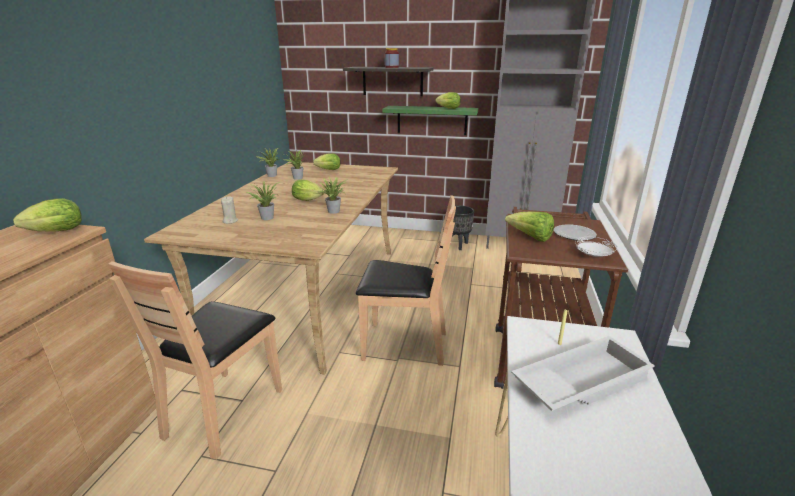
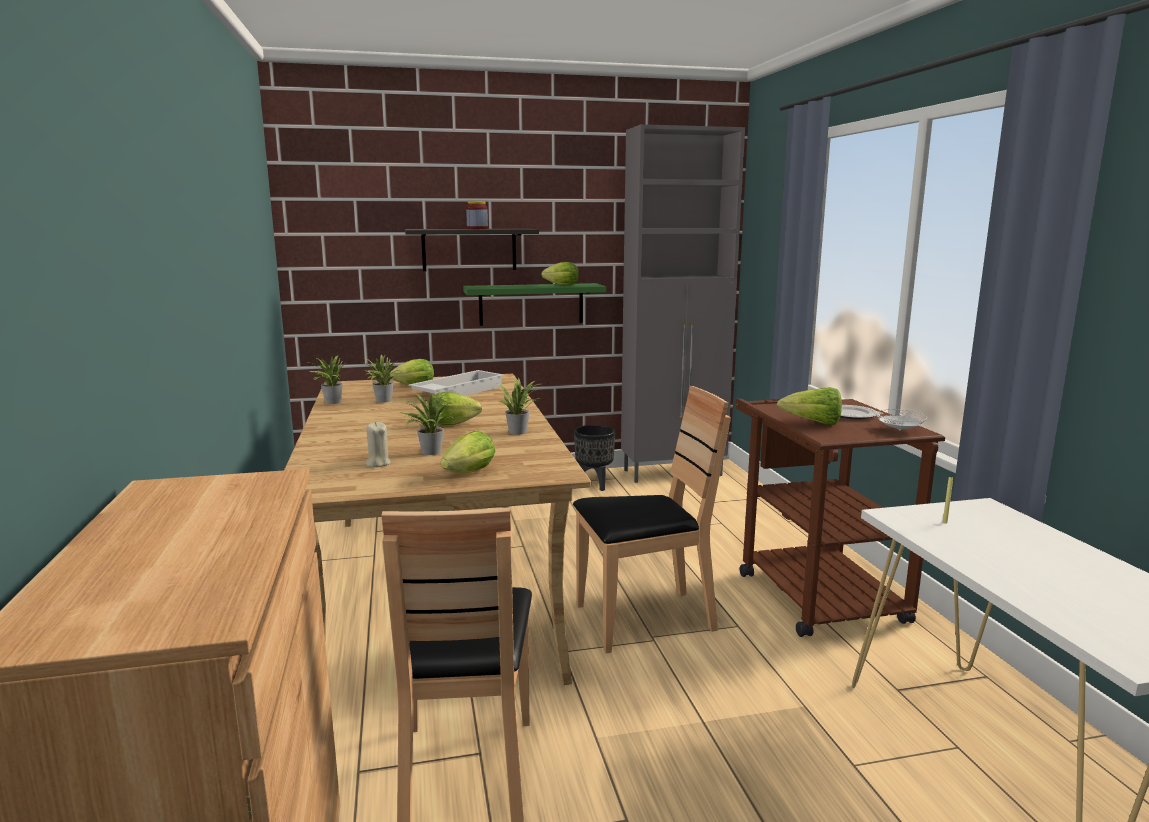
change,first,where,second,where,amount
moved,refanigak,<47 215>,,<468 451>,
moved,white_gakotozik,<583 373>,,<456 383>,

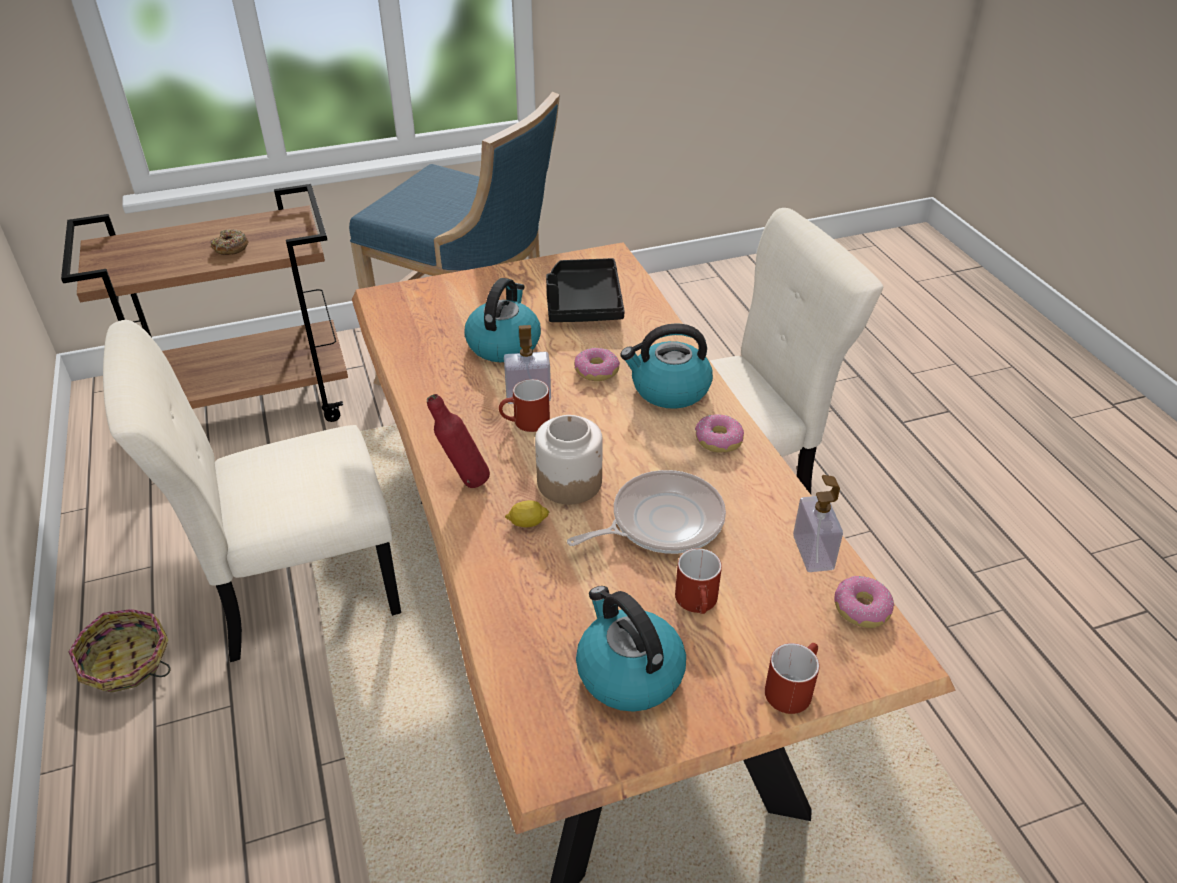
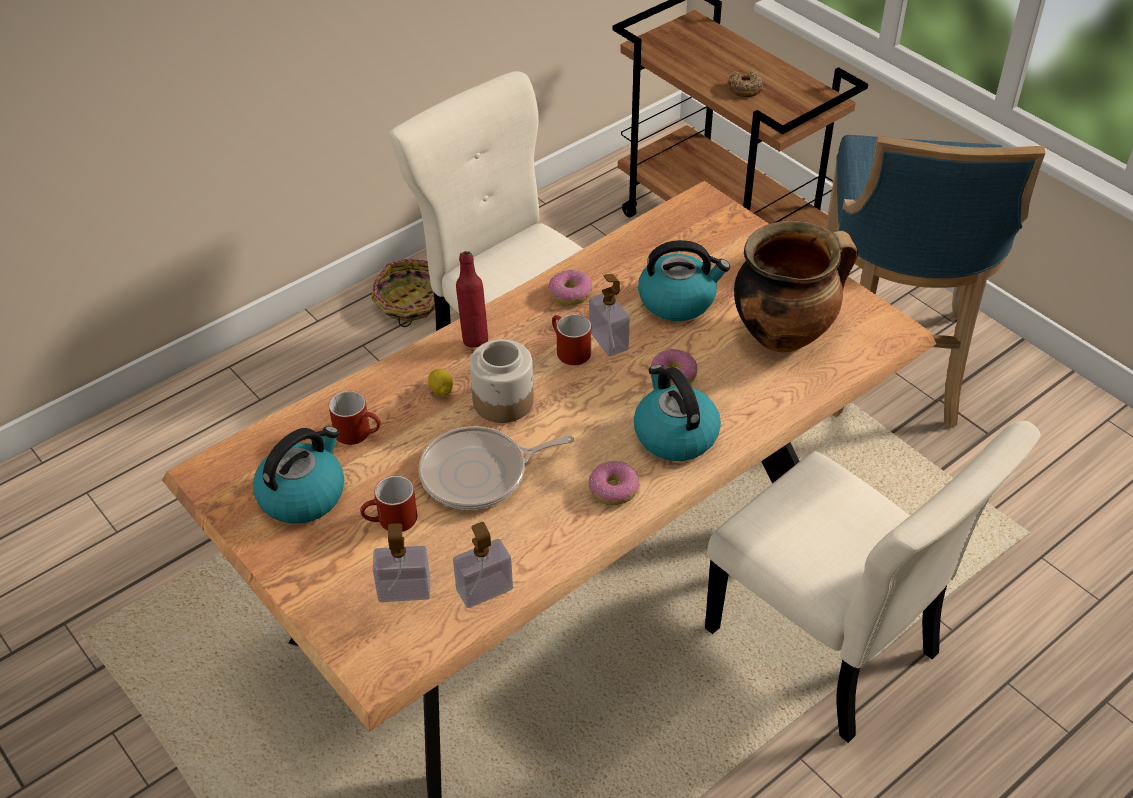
change,first,where,second,where,amount
replaced,black_gakotozik,<585 290>,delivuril,<796 287>,
turned,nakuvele,<646 512>,,<496 468>,120 degrees clockwise
moved,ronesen,<864 602>,,<570 287>,
moved,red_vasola,<792 678>,,<355 418>,
added,,,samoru,<401 562>,

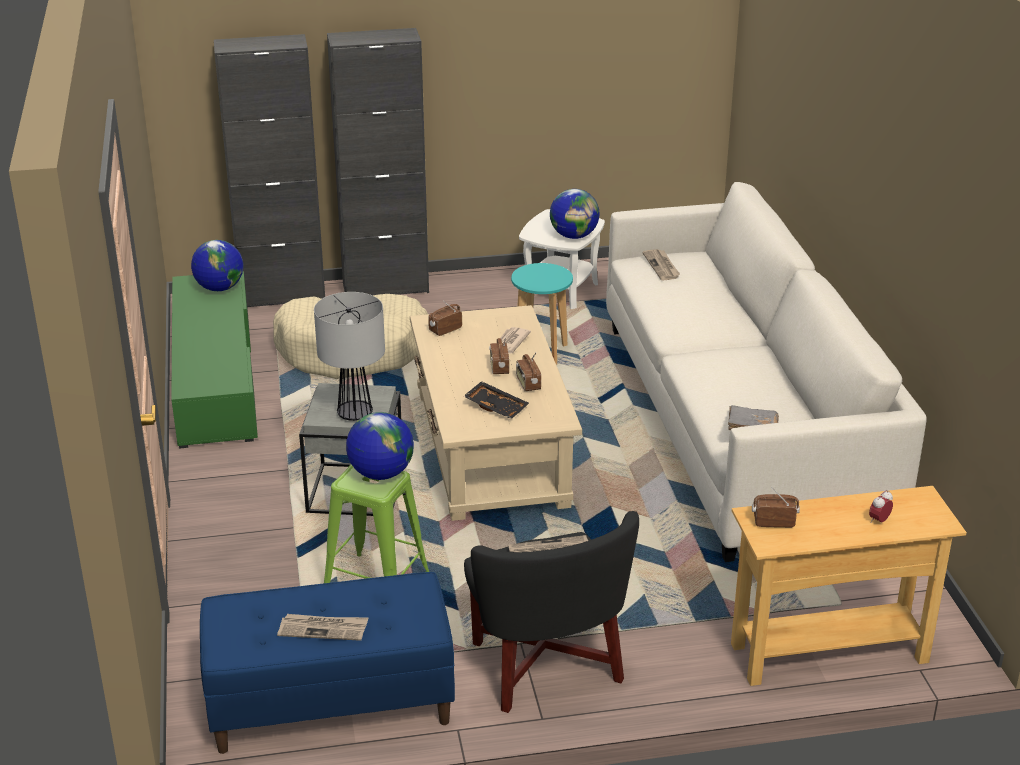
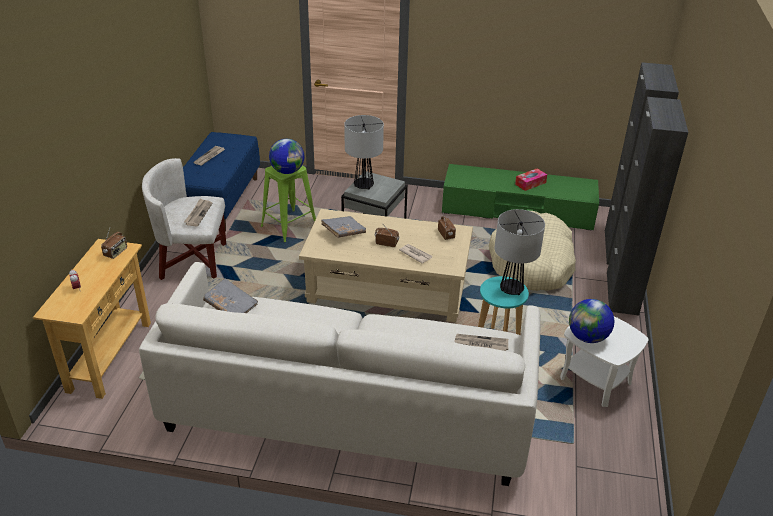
change,first,where,second,where,amount
removed,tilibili,<217 265>,,,
removed,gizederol,<528 372>,,,
replaced,black_gakotozik,<496 400>,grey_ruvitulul,<343 227>,
recoloured,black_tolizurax,<551 612>,white_tolizurax,<184 219>,
added,,,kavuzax,<531 179>,
added,,,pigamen,<519 252>,

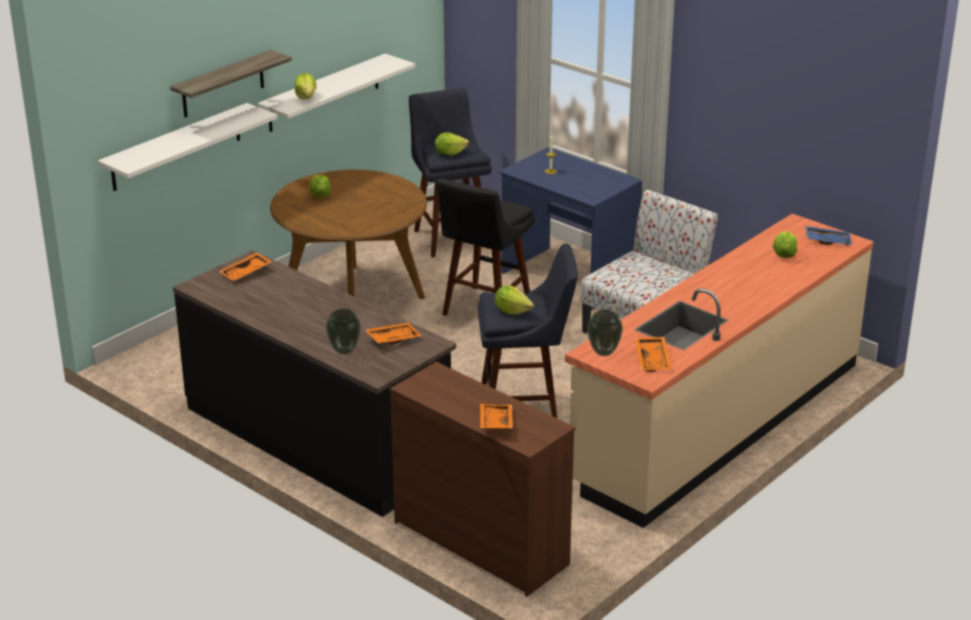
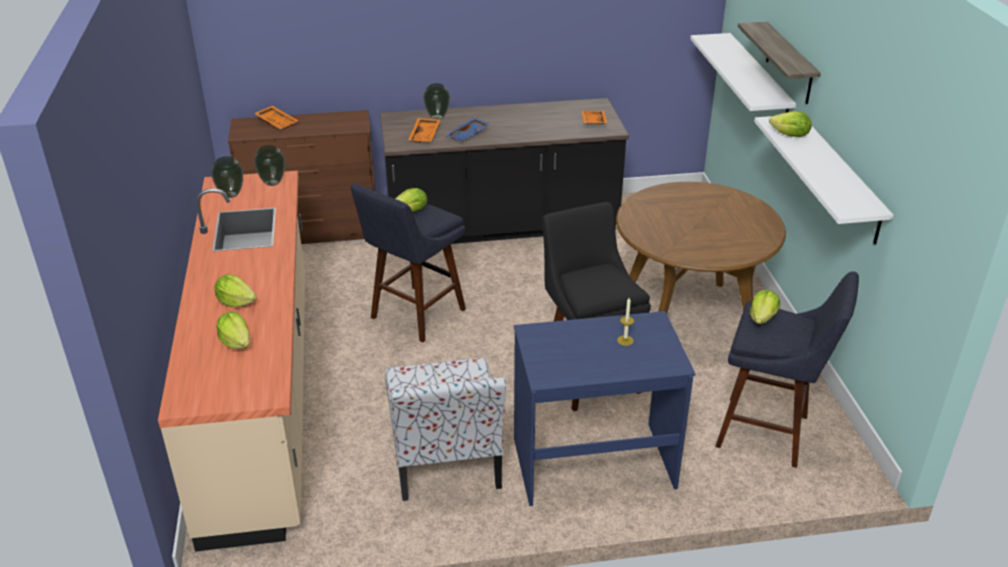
change,first,where,second,where,amount
moved,refanigak,<320 186>,,<236 290>,
moved,blue_gakotozik,<828 236>,,<468 130>,
replaced,orange_gakotozik,<653 354>,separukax,<227 177>,

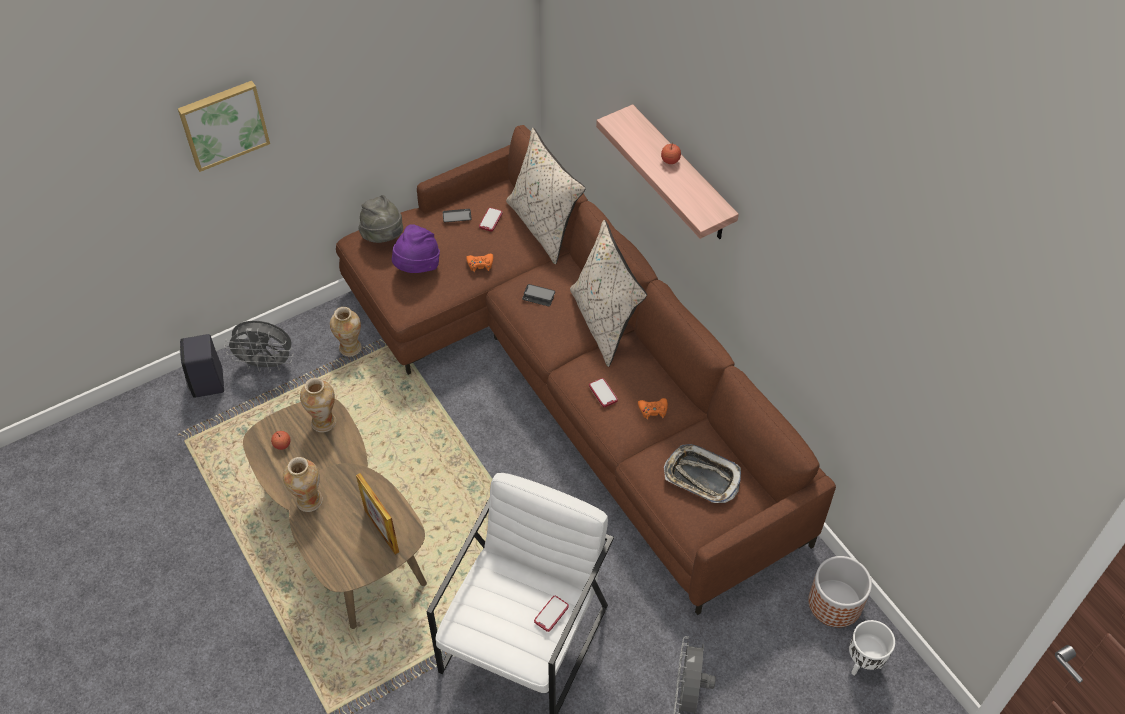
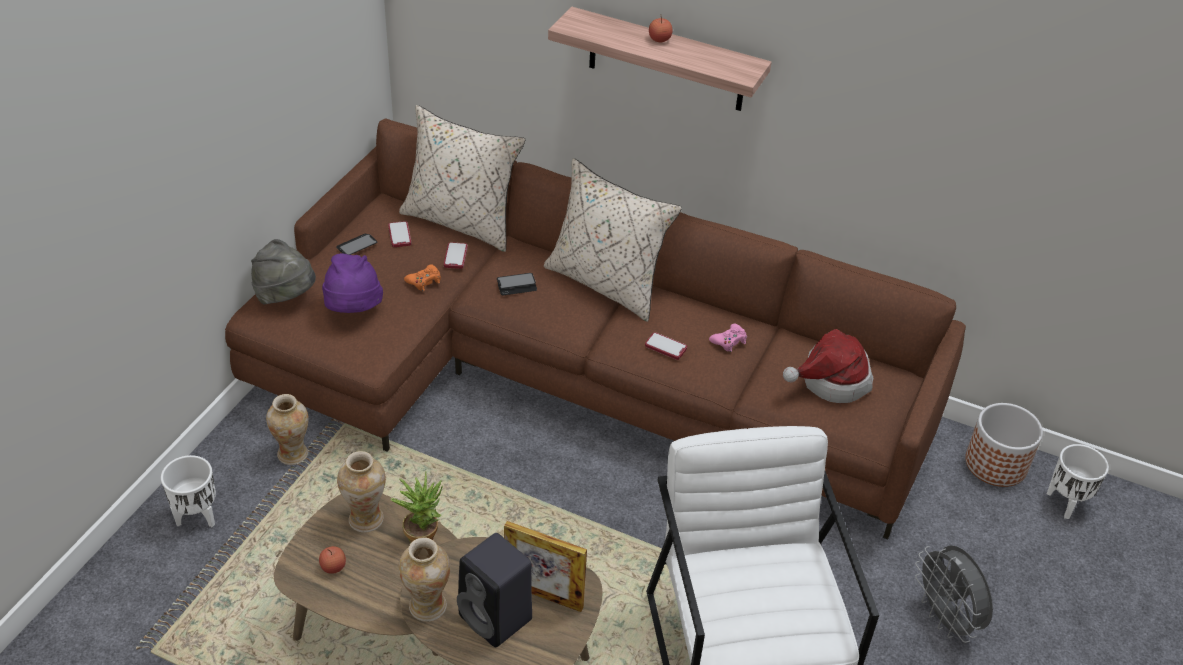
change,first,where,second,where,amount
removed,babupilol,<224 126>,,,
replaced,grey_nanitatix,<259 346>,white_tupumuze,<188 491>,
moved,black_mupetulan,<202 366>,,<494 590>,
recoloured,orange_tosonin,<653 409>,pink_tosonin,<728 338>,
replaced,gakotozik,<702 473>,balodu,<828 366>,
moved,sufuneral,<551 614>,,<456 255>,
added,,,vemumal,<417 507>,

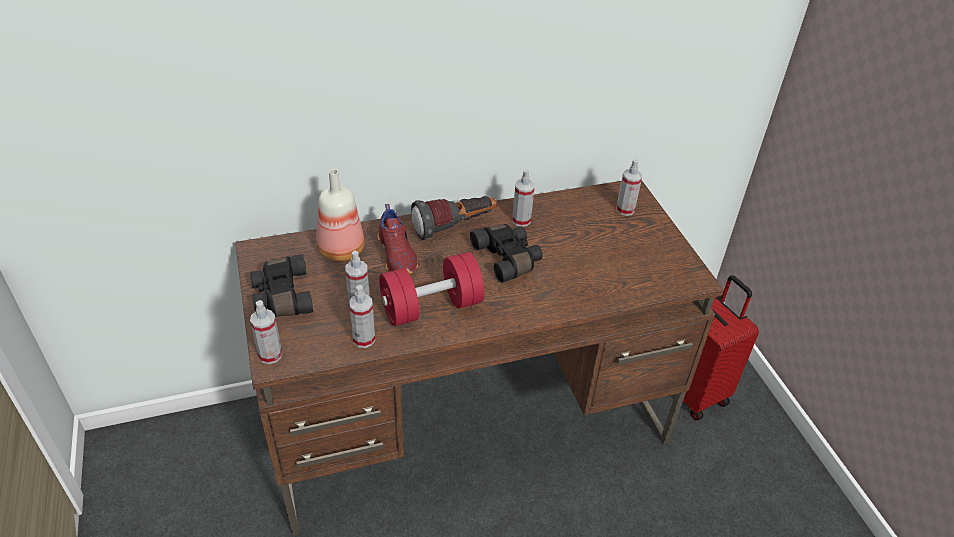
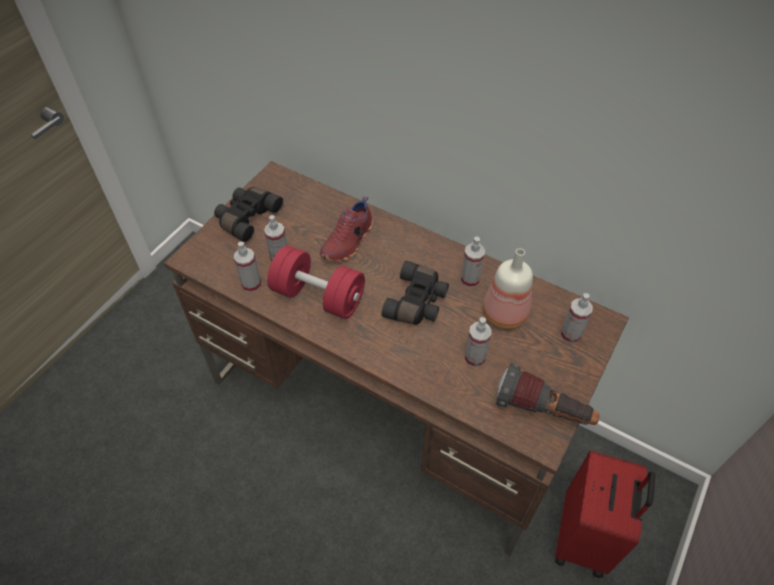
change,first,where,second,where,amount
moved,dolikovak,<340 215>,,<507 288>,
moved,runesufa,<454 218>,,<548 394>,
moved,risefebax,<266 332>,,<478 342>,

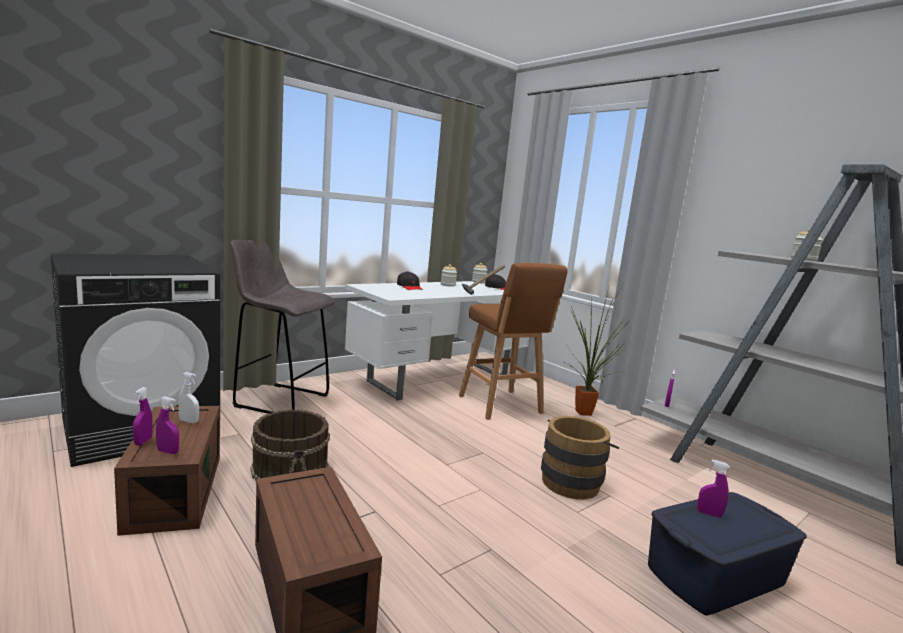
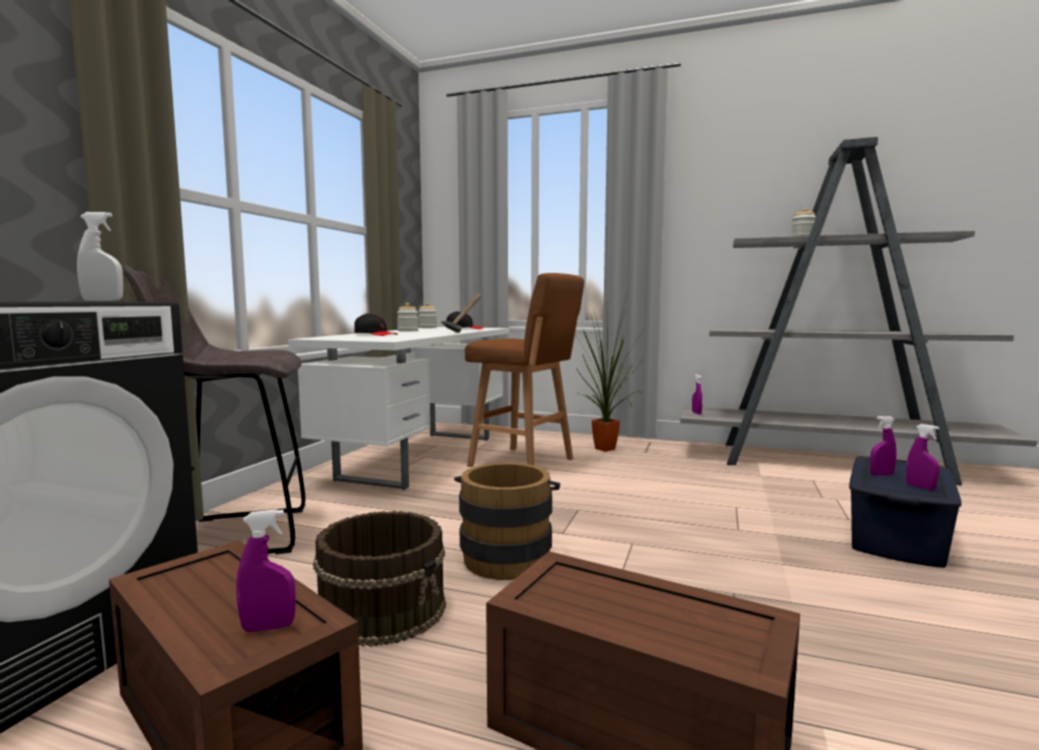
change,first,where,second,where,amount
moved,white_risefebax,<188 397>,,<100 256>,
moved,purple_risefebax,<143 416>,,<922 457>,
moved,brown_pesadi,<580 457>,,<507 521>,

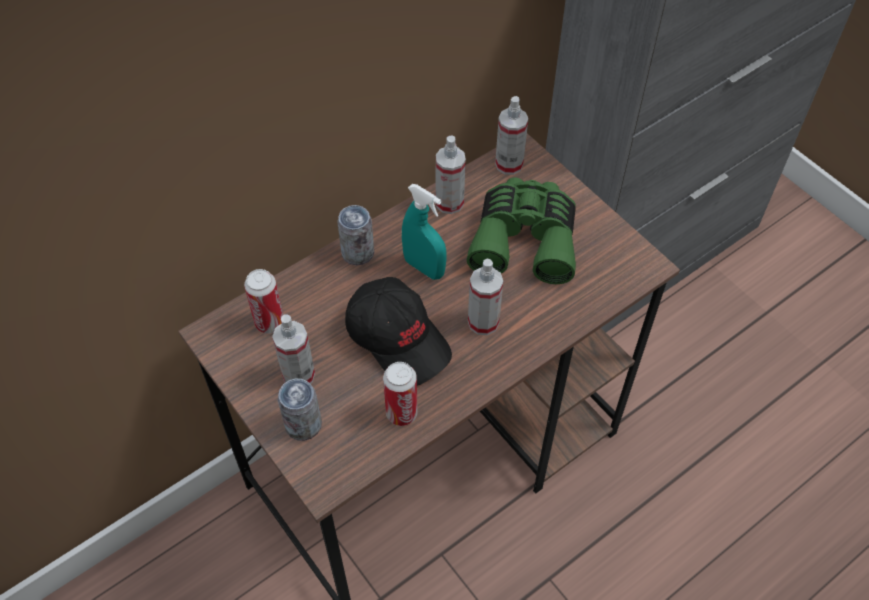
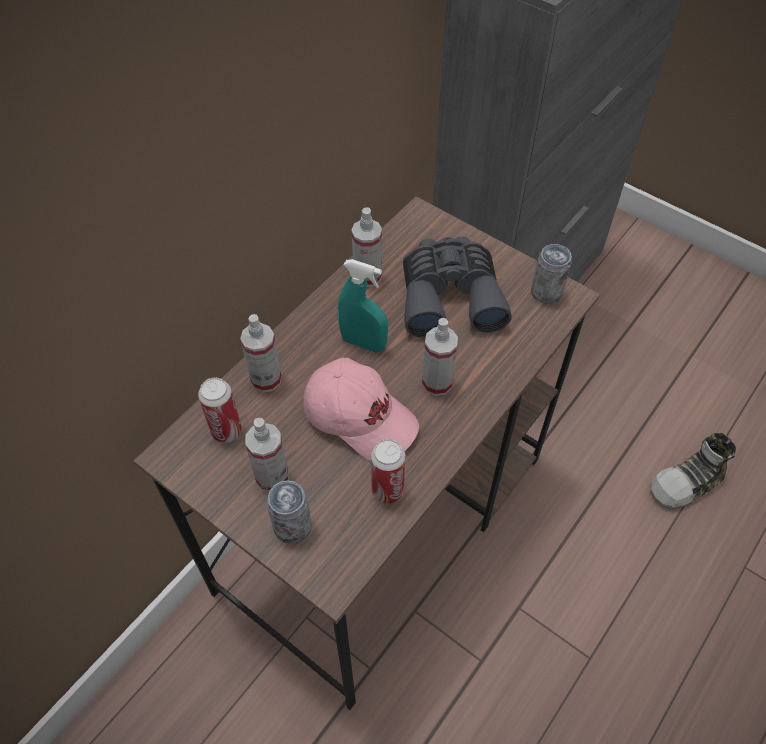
change,first,where,second,where,amount
moved,risefebax,<511 135>,,<261 353>,
recoloured,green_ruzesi,<521 230>,grey_ruzesi,<457 286>,
moved,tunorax,<355 235>,,<551 274>,
recoloured,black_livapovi,<398 331>,pink_livapovi,<361 409>,
added,,,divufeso,<693 471>,

